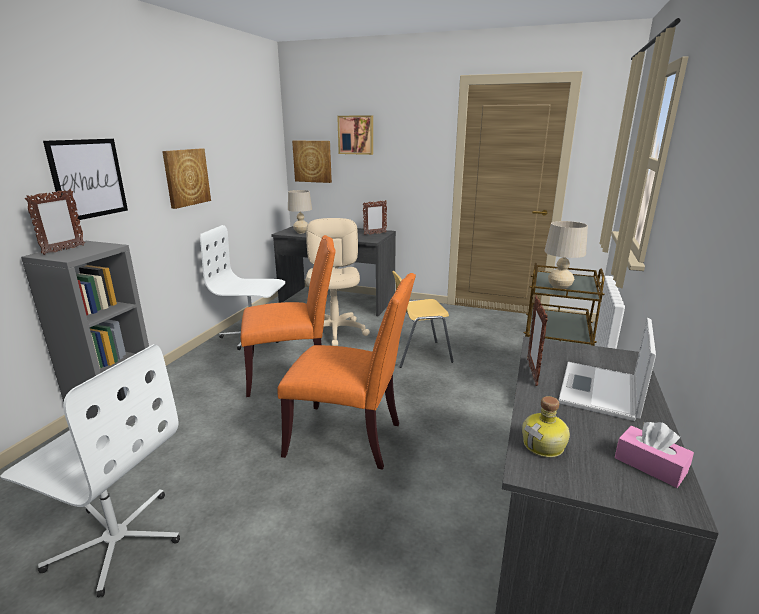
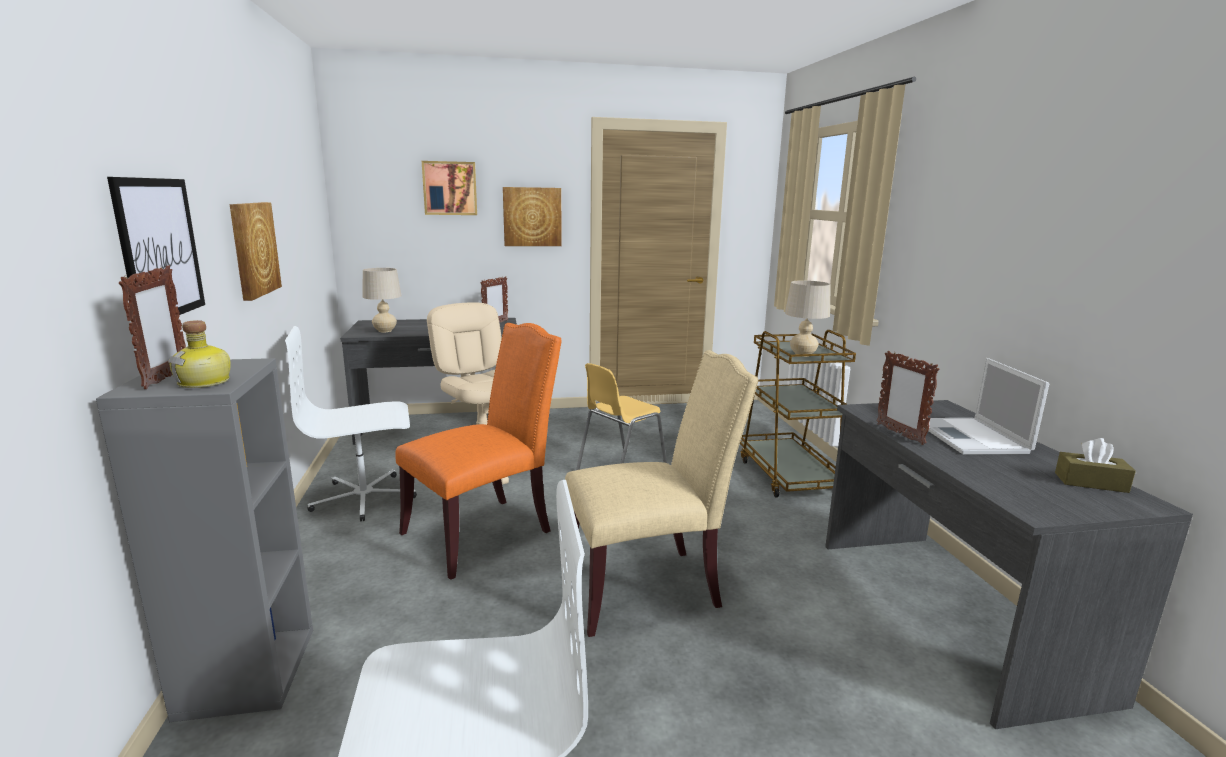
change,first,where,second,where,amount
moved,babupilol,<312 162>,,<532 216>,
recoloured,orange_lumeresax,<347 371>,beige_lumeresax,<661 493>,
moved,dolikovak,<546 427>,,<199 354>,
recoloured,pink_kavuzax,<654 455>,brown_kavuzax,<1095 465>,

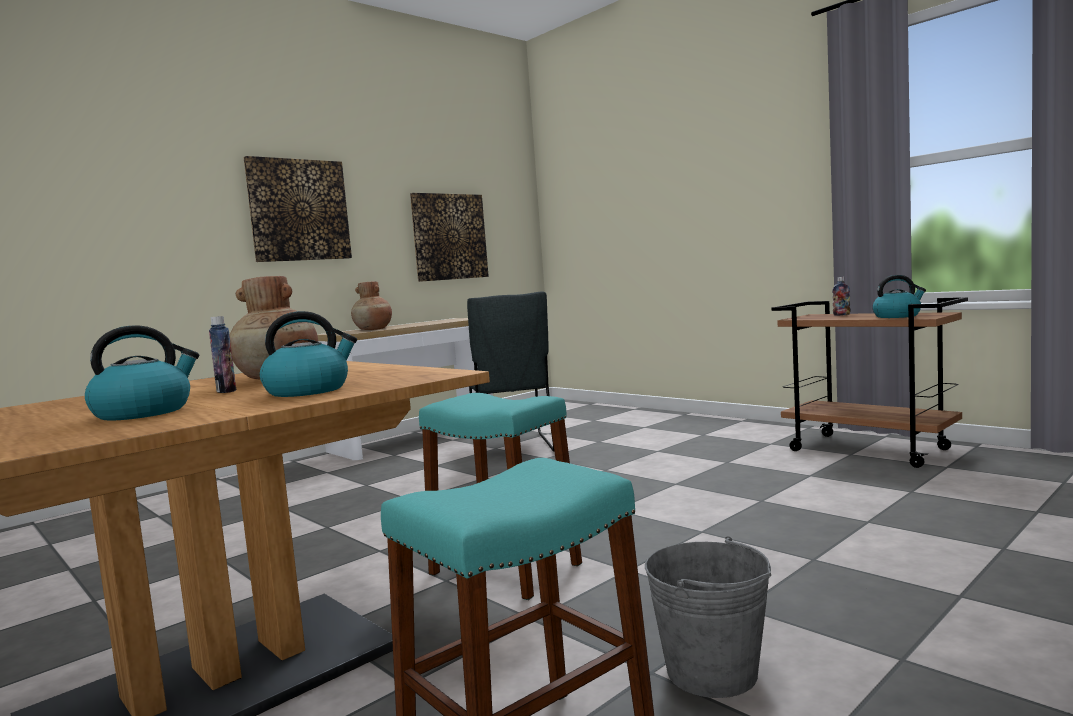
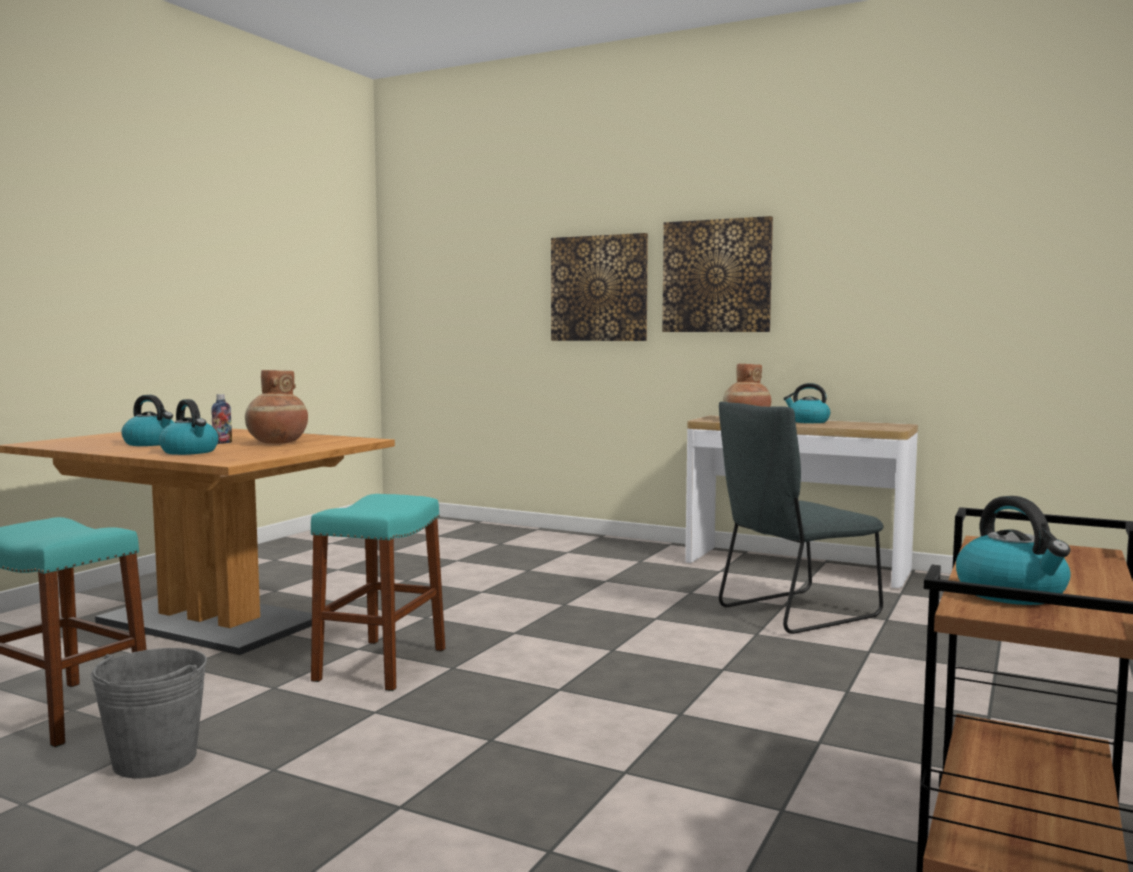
change,first,where,second,where,amount
moved,babupilol,<449 237>,,<599 287>,
removed,dolikovak,<841 296>,,,
added,,,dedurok,<806 403>,

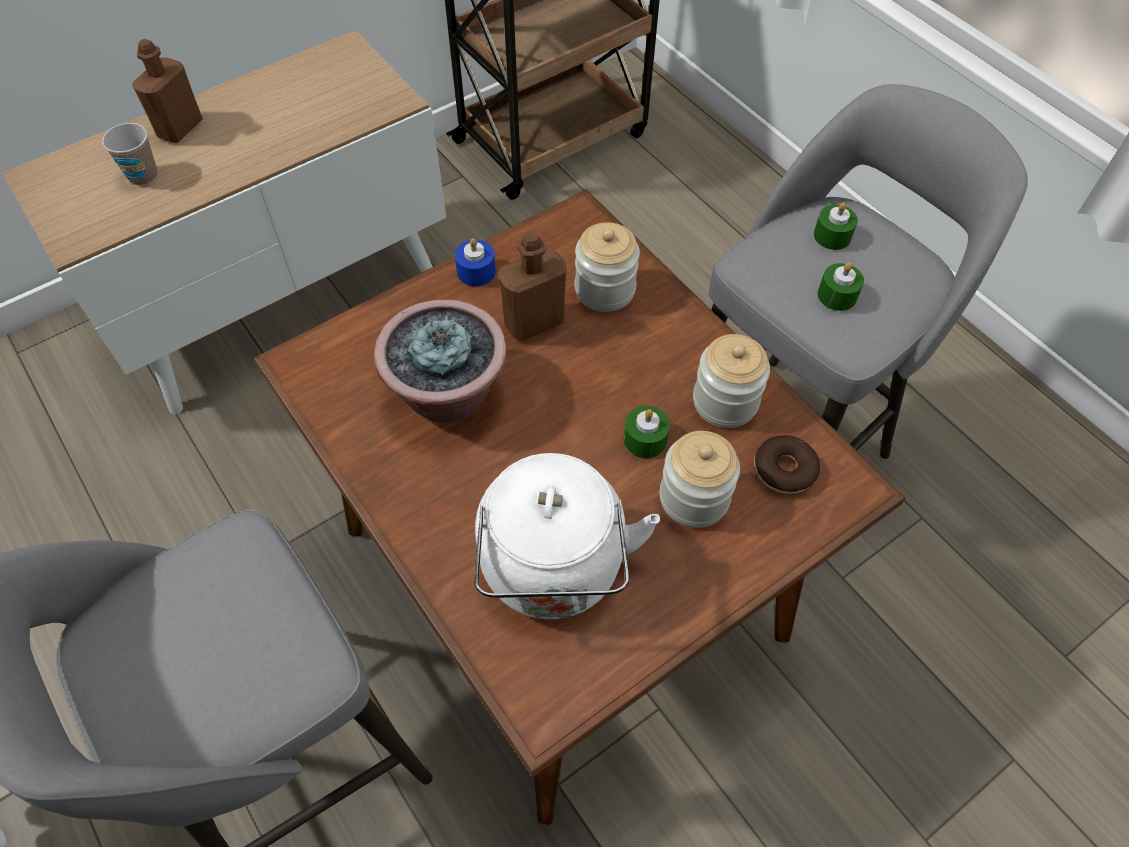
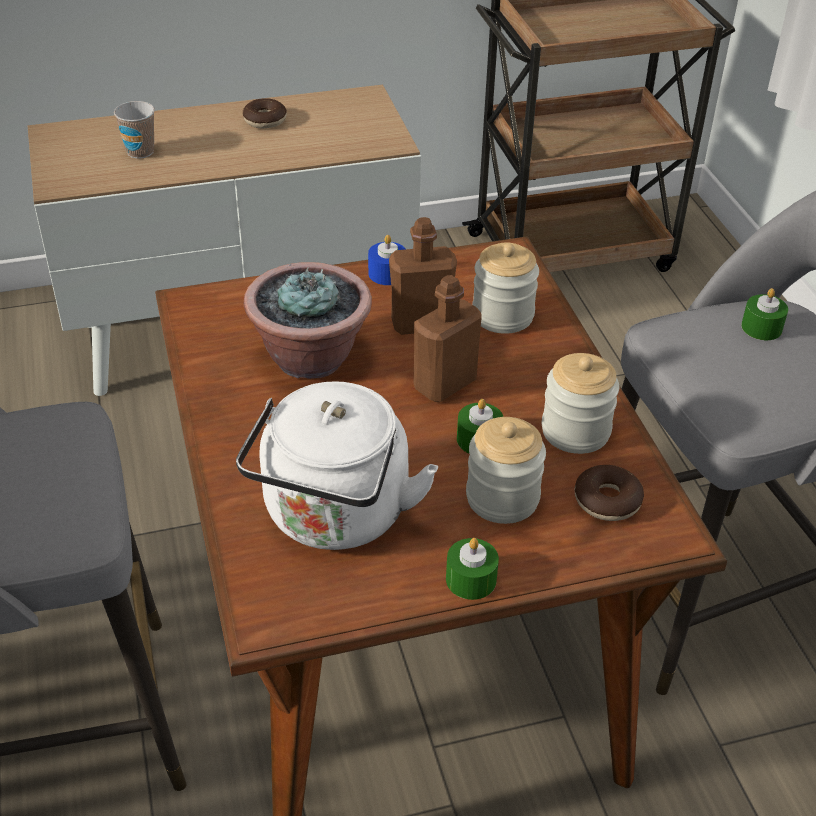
change,first,where,second,where,amount
moved,brown_dolikovak,<167 91>,,<447 338>,
moved,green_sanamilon,<841 287>,,<472 569>,
added,,,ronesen,<265 113>,

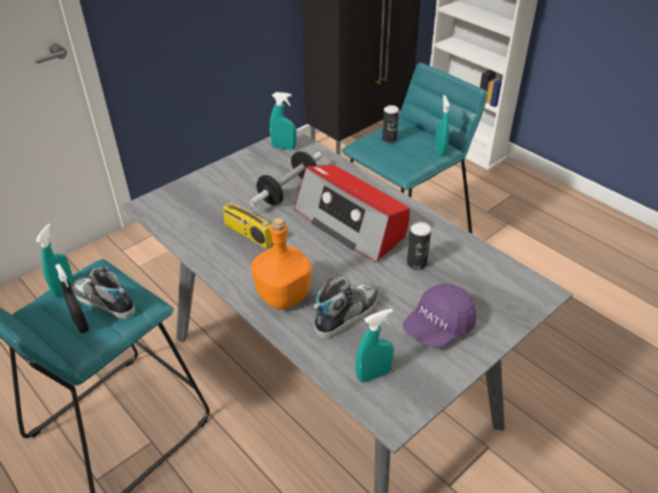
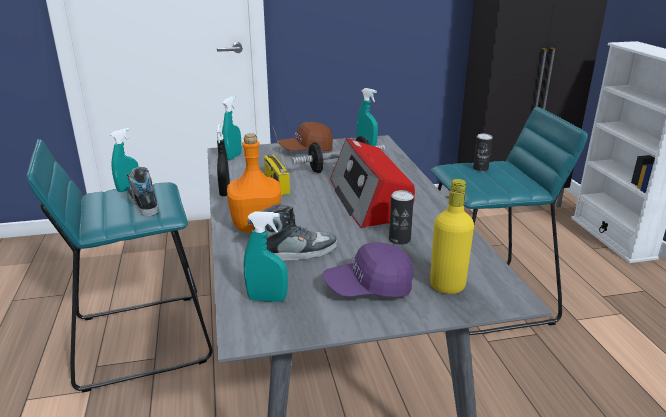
change,first,where,second,where,amount
moved,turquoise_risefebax,<442 125>,,<232 128>,
moved,black_risefebax,<72 298>,,<223 160>,
added,,,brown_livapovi,<305 136>,
added,,,yellow_dolikovak,<452 236>,

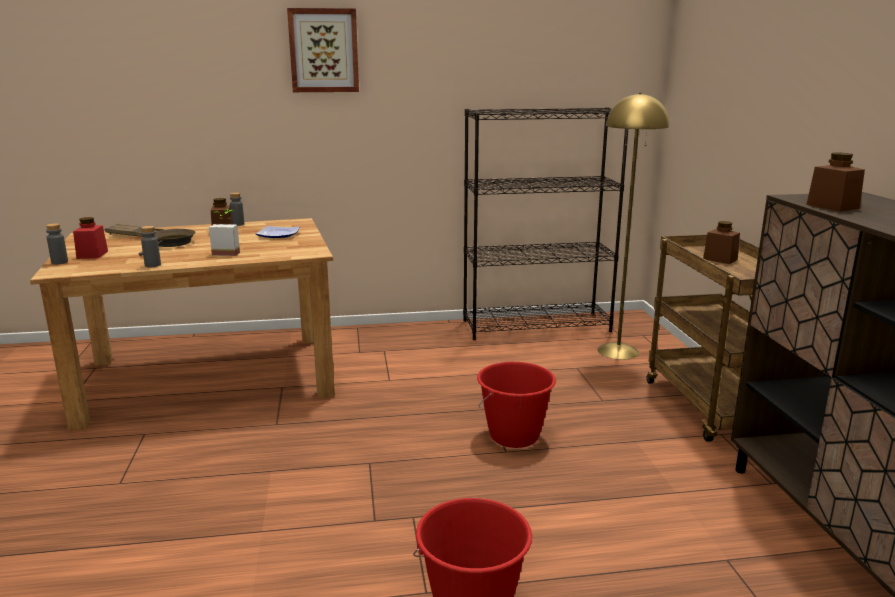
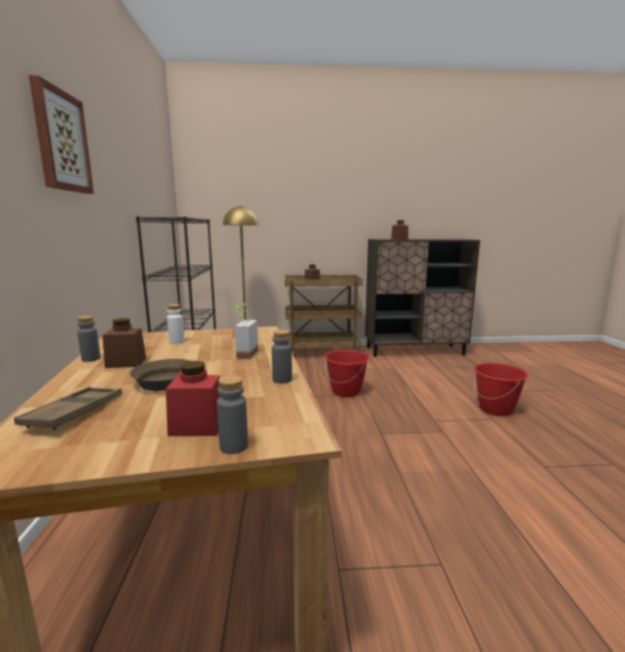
change,first,where,second,where,amount
replaced,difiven,<277 232>,white_dolikovak,<175 324>,

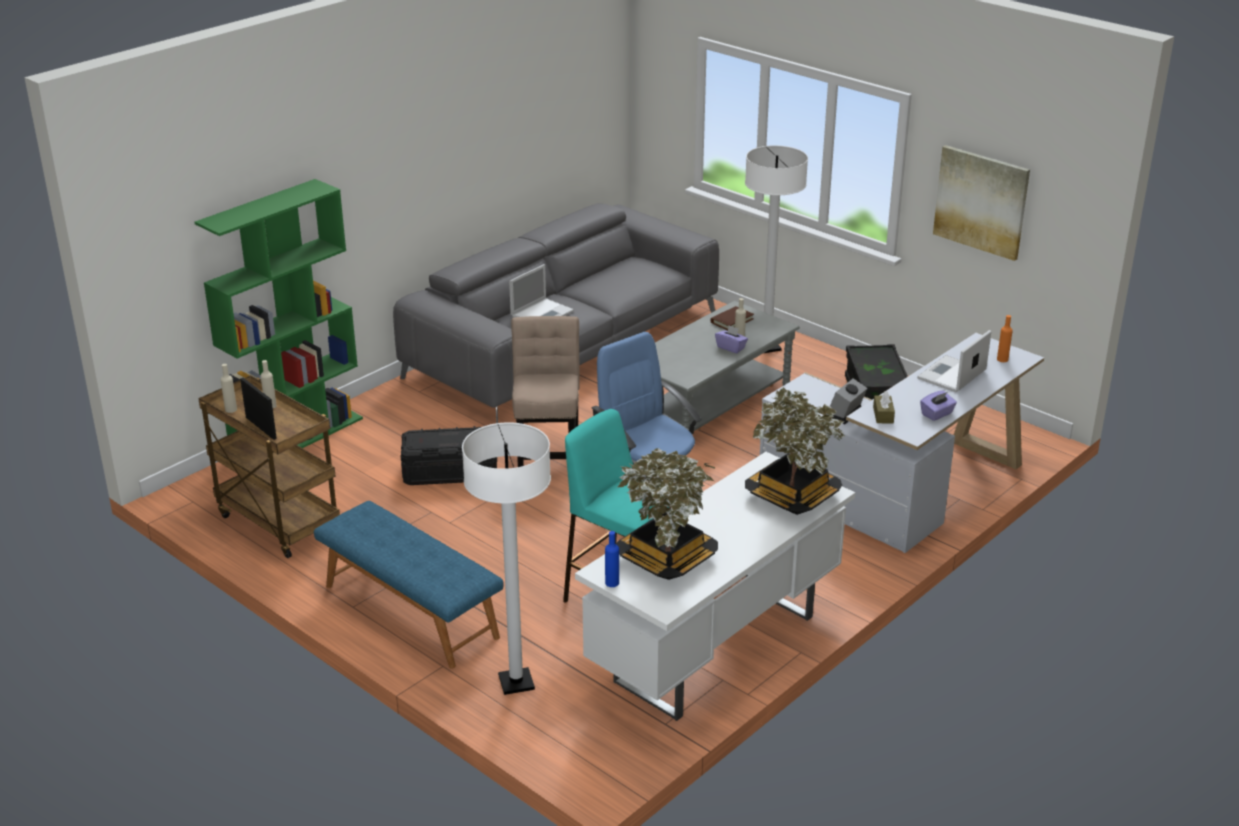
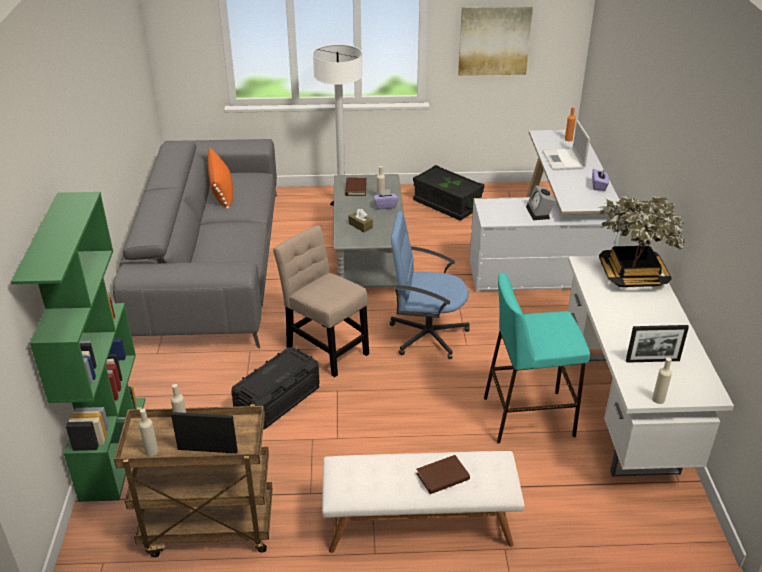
change,first,where,second,where,amount
removed,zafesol,<541 291>,,,
moved,brown_kavuzax,<884 407>,,<361 220>,
removed,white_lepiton,<506 558>,,,
replaced,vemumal,<667 514>,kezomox,<657 344>,
recoloured,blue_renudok,<408 585>,white_renudok,<423 502>,
recoloured,blue_dolikovak,<612 559>,beige_dolikovak,<662 380>,
added,,,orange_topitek,<220 178>,
added,,,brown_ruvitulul,<443 474>,

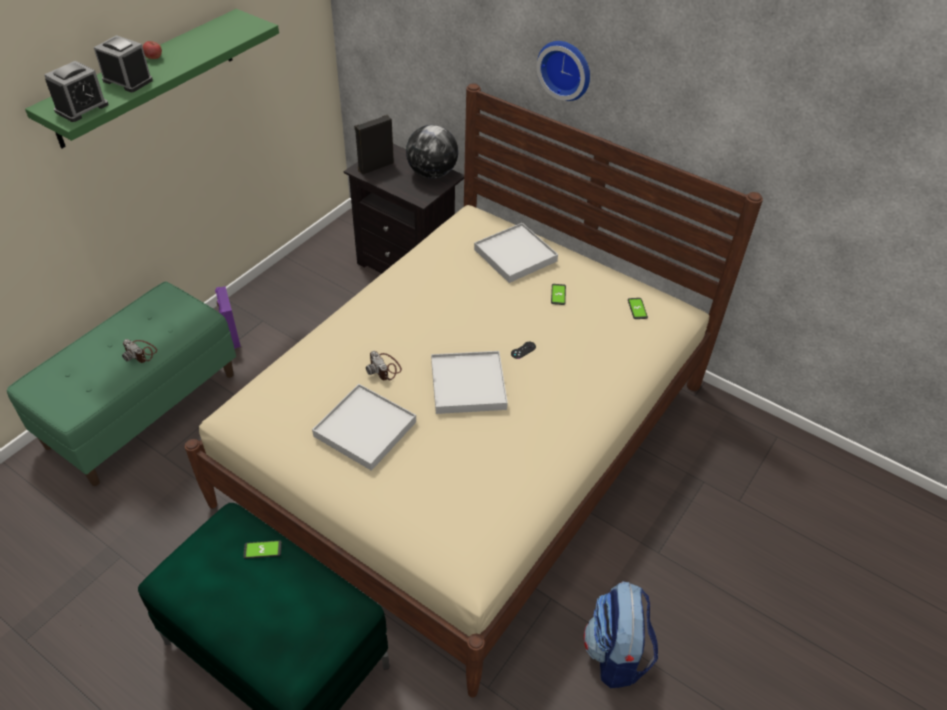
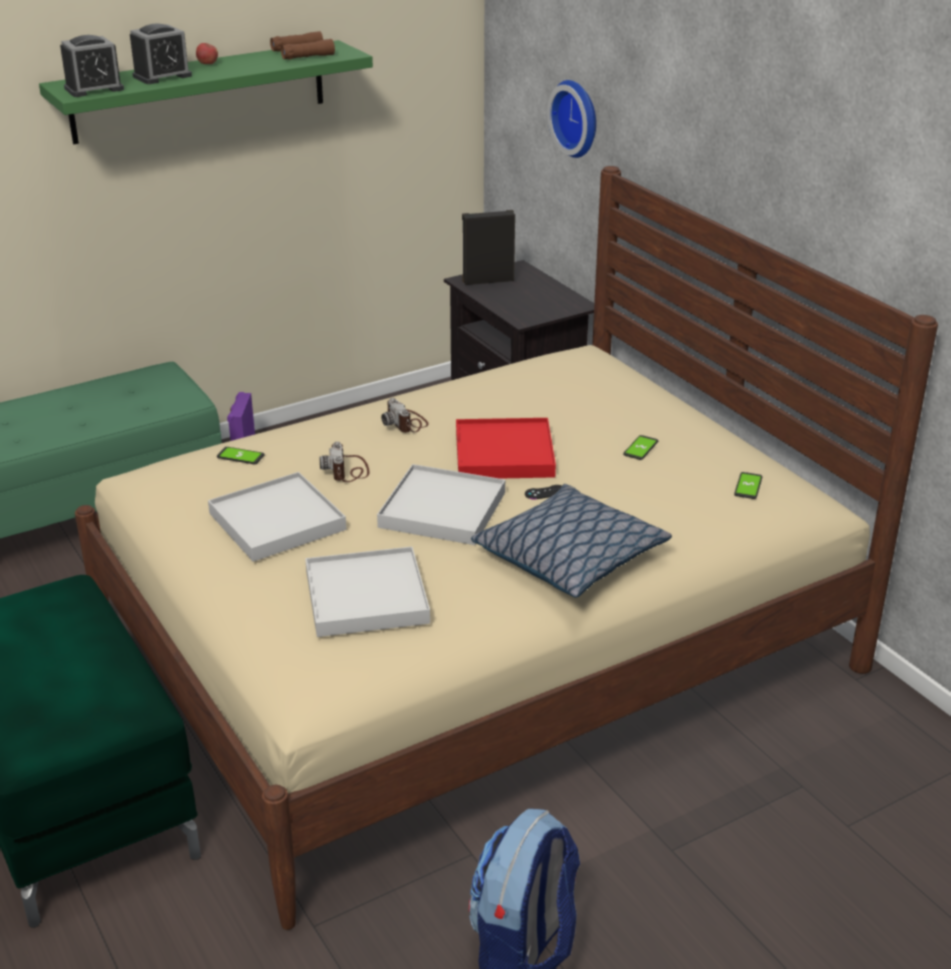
change,first,where,second,where,amount
turned,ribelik,<123 63>,,<161 54>,90 degrees clockwise
moved,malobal,<563 71>,,<571 119>,
removed,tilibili,<432 152>,,,
moved,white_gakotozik,<516 253>,,<367 592>,
moved,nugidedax,<139 351>,,<405 415>,
moved,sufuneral,<262 549>,,<241 455>,
added,,,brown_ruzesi,<302 45>,
added,,,red_gakotozik,<506 448>,
added,,,topitek,<571 541>,

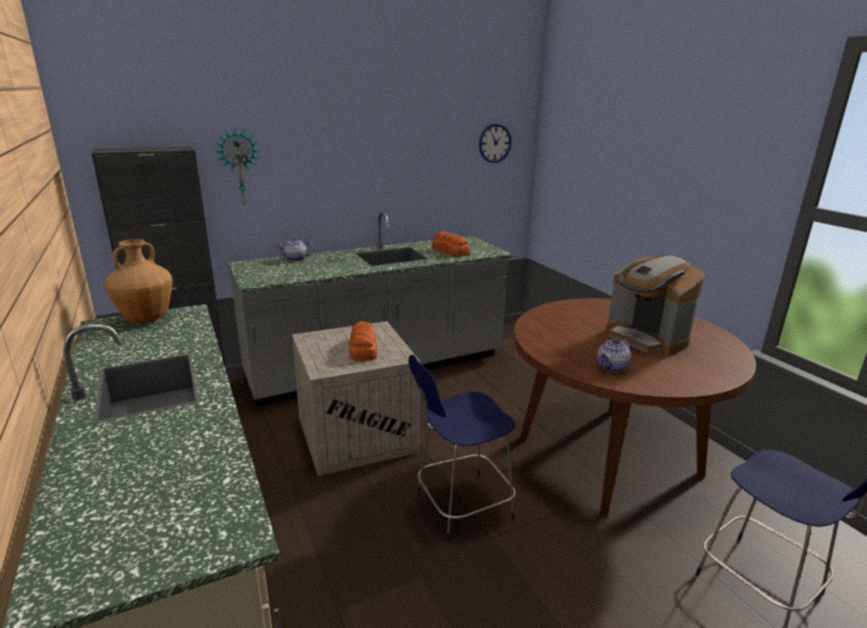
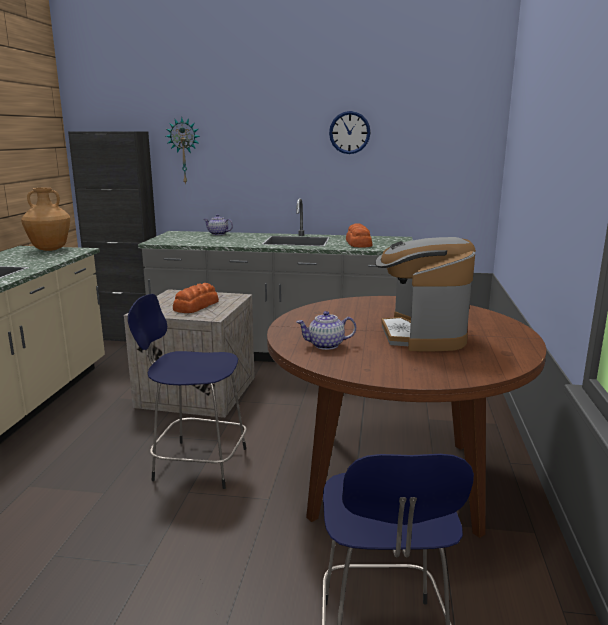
change,first,where,second,where,amount
moved,malobal,<495 143>,,<350 132>,

